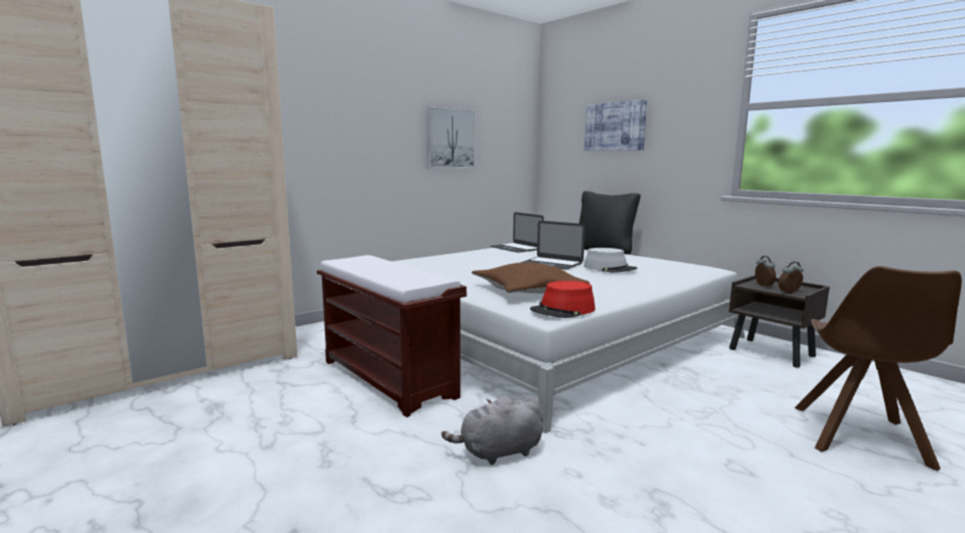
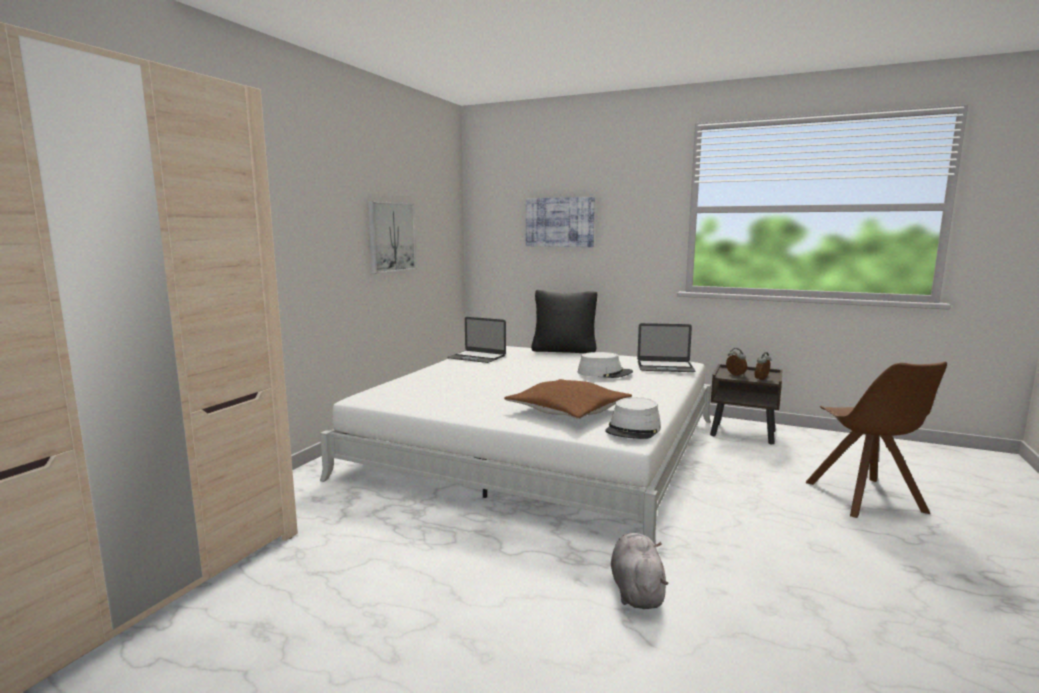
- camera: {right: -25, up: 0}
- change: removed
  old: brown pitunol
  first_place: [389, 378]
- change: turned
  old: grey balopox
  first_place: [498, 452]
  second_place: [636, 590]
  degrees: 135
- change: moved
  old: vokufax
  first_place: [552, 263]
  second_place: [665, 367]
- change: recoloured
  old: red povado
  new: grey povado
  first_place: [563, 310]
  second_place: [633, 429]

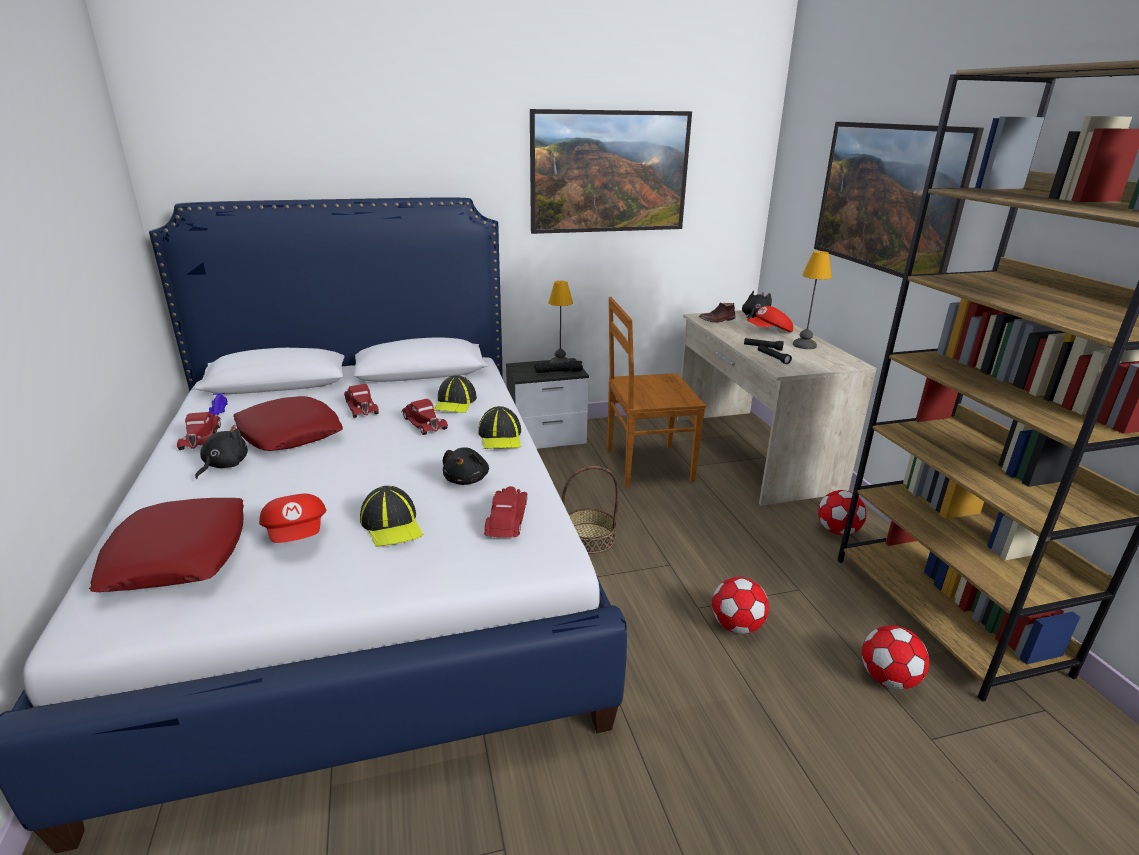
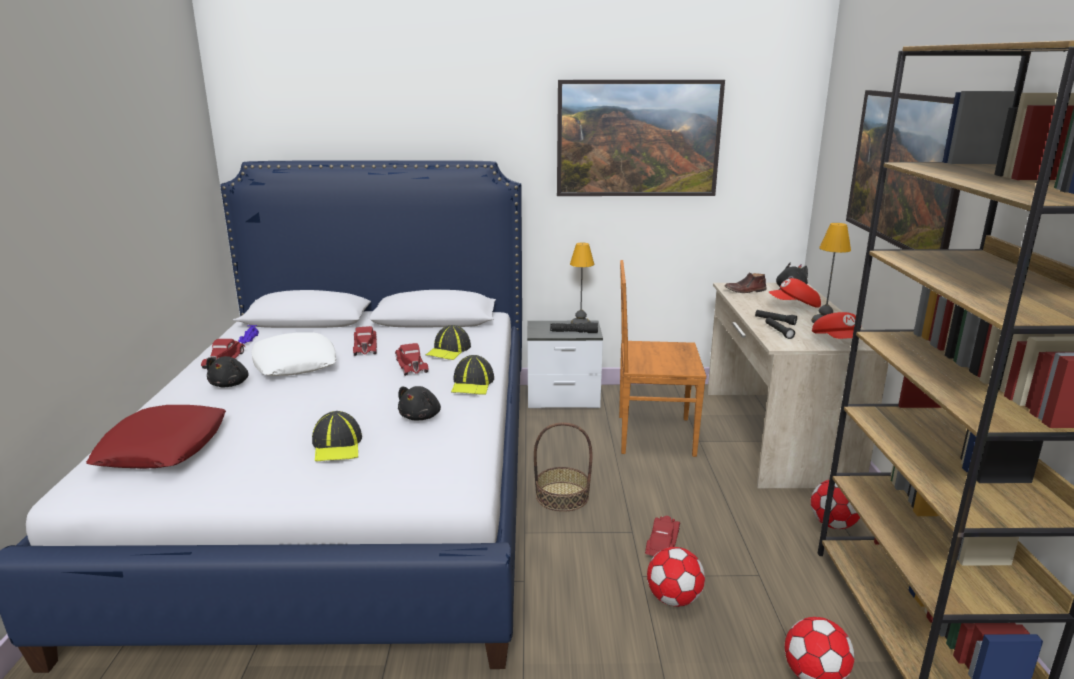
- camera: {right: 15, up: -5}
- change: turned
  old: black balopox
  first_place: [224, 465]
  second_place: [230, 384]
  degrees: 150
- change: recoloured
  old: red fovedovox
  new: white fovedovox
  first_place: [289, 433]
  second_place: [294, 363]
- change: moved
  old: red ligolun
  first_place: [297, 534]
  second_place: [837, 341]
- change: moved
  old: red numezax
  first_place: [506, 519]
  second_place: [662, 542]

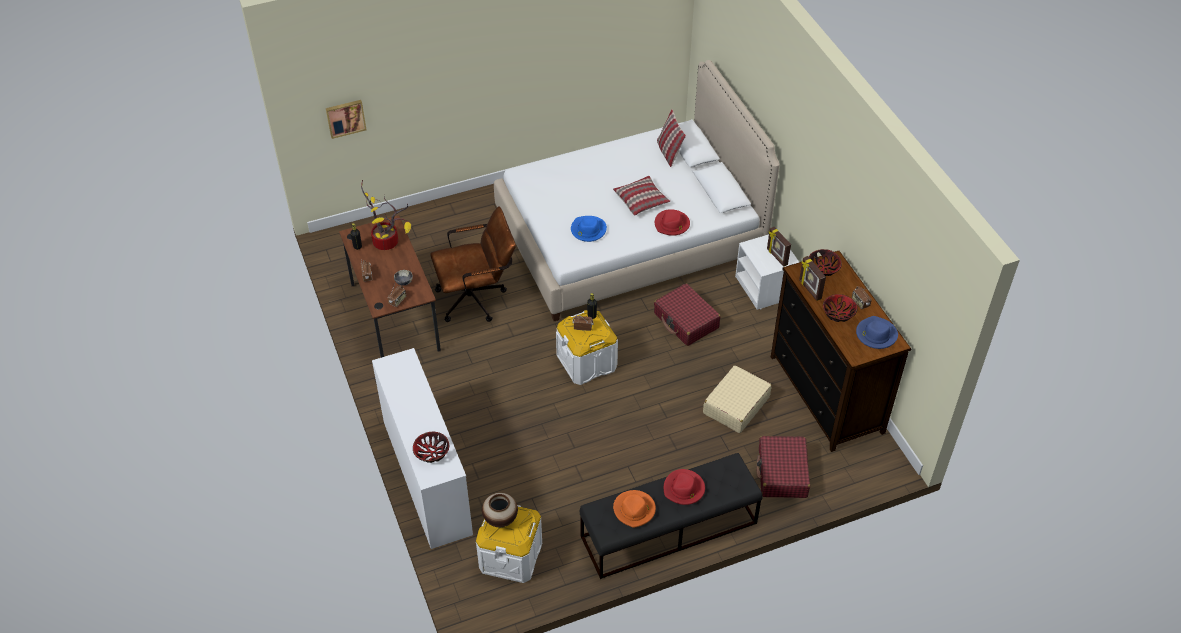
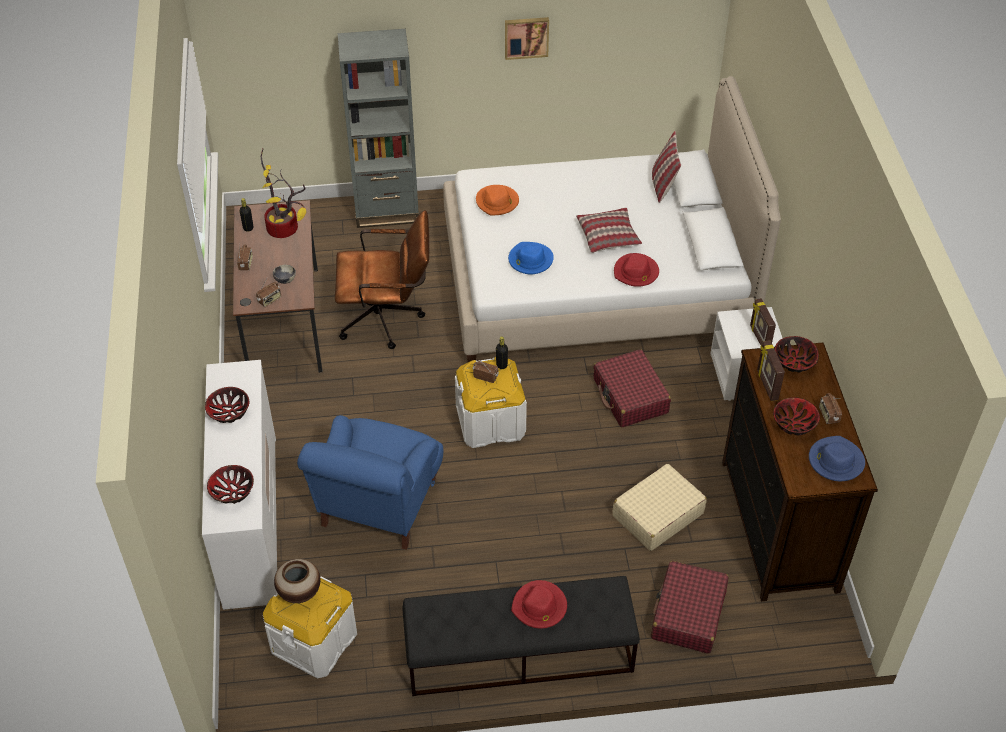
- camera: {right: 15, up: 0}
- change: moved
  old: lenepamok
  first_place: [345, 118]
  second_place: [526, 37]
- change: moved
  old: orange povado
  first_place: [634, 509]
  second_place: [497, 202]
- change: added
  new: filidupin
  second_place: [229, 412]
- change: added
  new: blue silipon
  second_place: [378, 506]
- change: added
  new: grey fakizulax
  second_place: [386, 211]

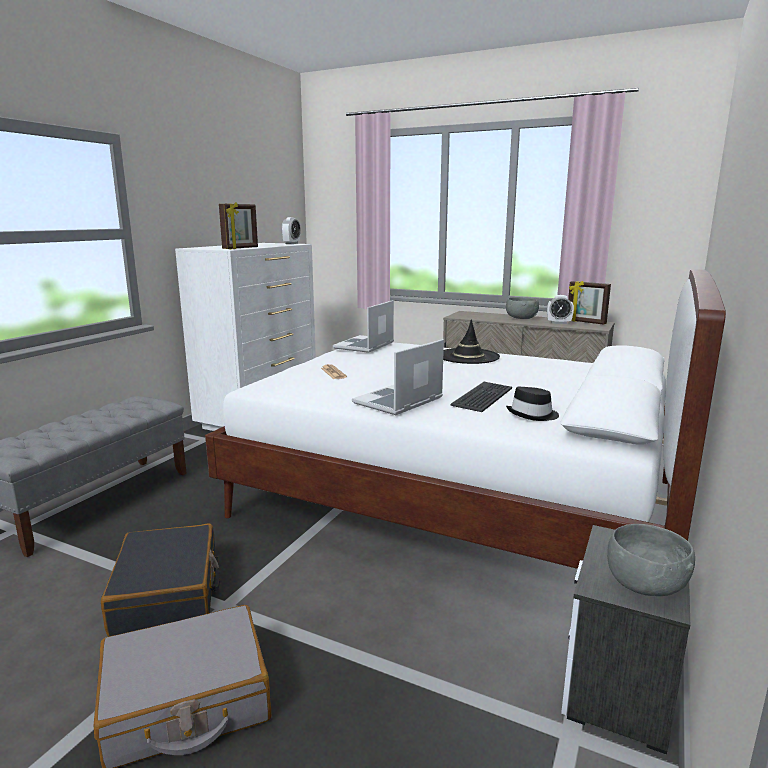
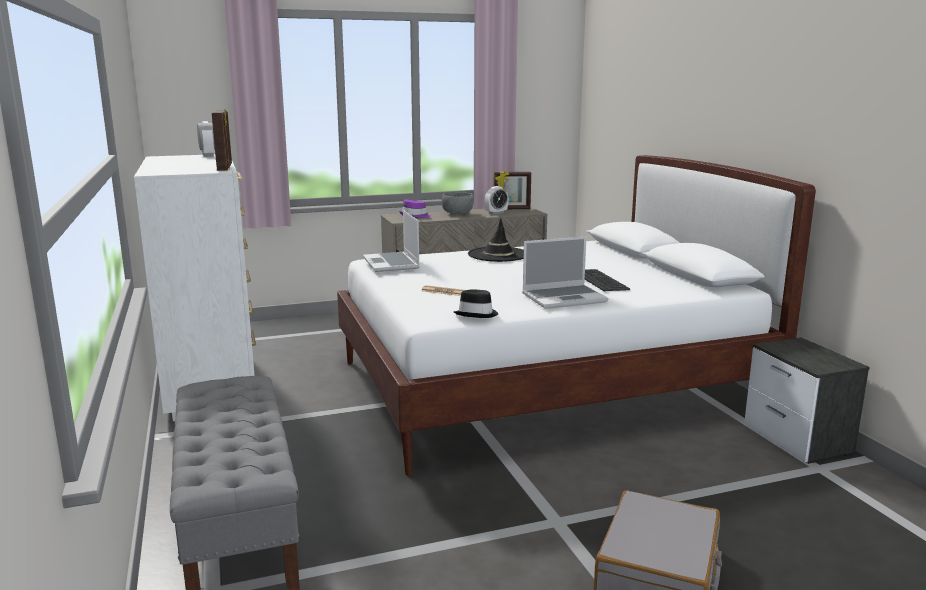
- camera: {right: -45, up: 0}
- change: removed
  old: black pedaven
  first_place: [168, 593]
- change: turned
  old: vokufax
  first_place: [398, 401]
  second_place: [564, 298]
  degrees: -105
- change: moved
  old: black povado
  first_place: [533, 415]
  second_place: [477, 314]
- change: removed
  old: grey filidupin
  first_place: [644, 585]
- change: added
  new: purple povado
  second_place: [415, 216]

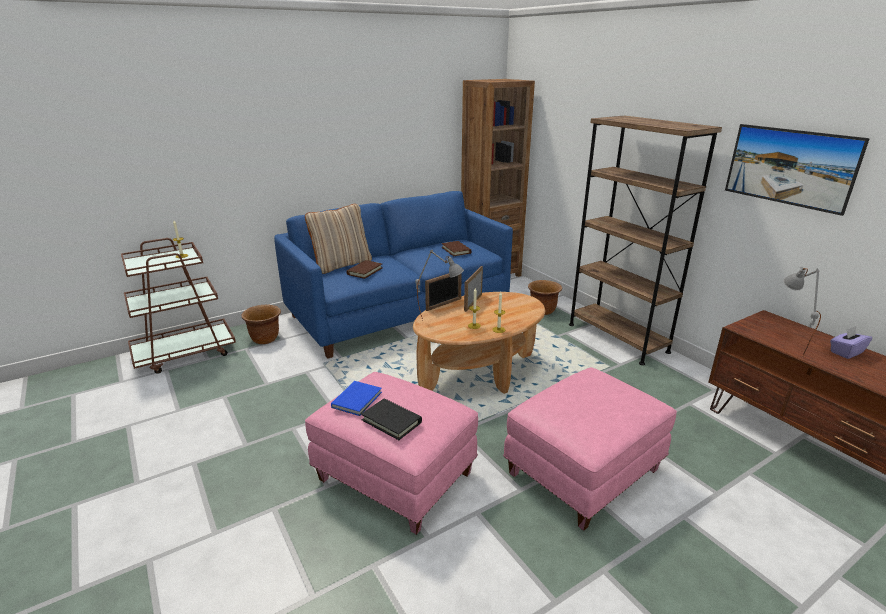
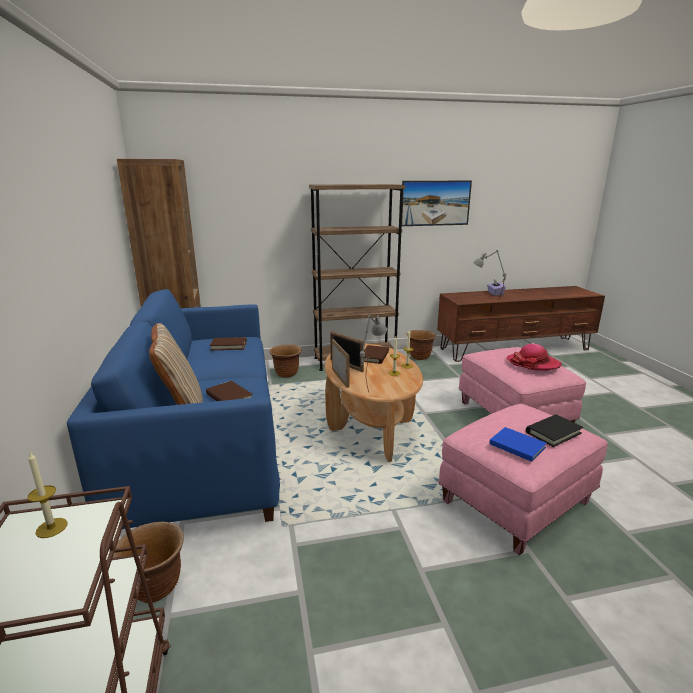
- camera: {right: -70, up: -5}
- change: added
  new: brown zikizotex
  second_place: [374, 356]
- change: added
  new: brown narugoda
  second_place: [419, 356]
- change: added
  new: povado
  second_place: [533, 363]

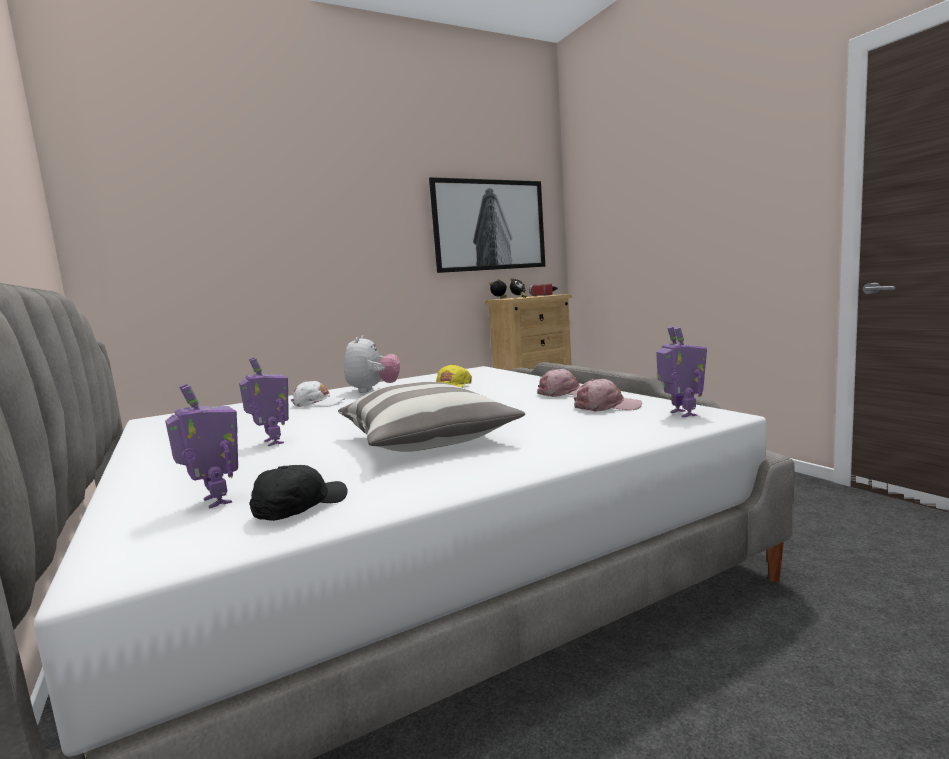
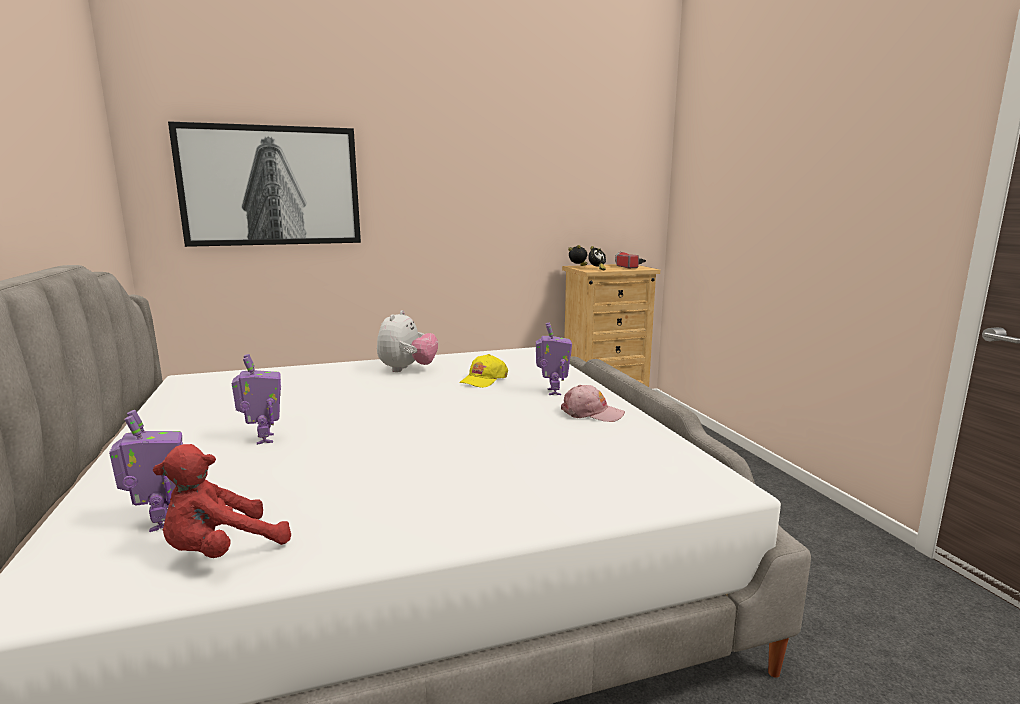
- camera: {right: 10, up: 5}
- change: replaced
  old: black ligolun
  new: red balopox
  first_place: [299, 508]
  second_place: [222, 551]
- change: removed
  old: white ligolun
  first_place: [318, 403]
- change: removed
  old: fovedovox
  first_place: [426, 440]
- change: moved
  old: lenepamok
  first_place: [489, 225]
  second_place: [271, 186]
- change: removed
  old: pink ligolun
  first_place: [607, 407]
- change: moved
  old: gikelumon
  first_place: [681, 414]
  second_place: [552, 392]

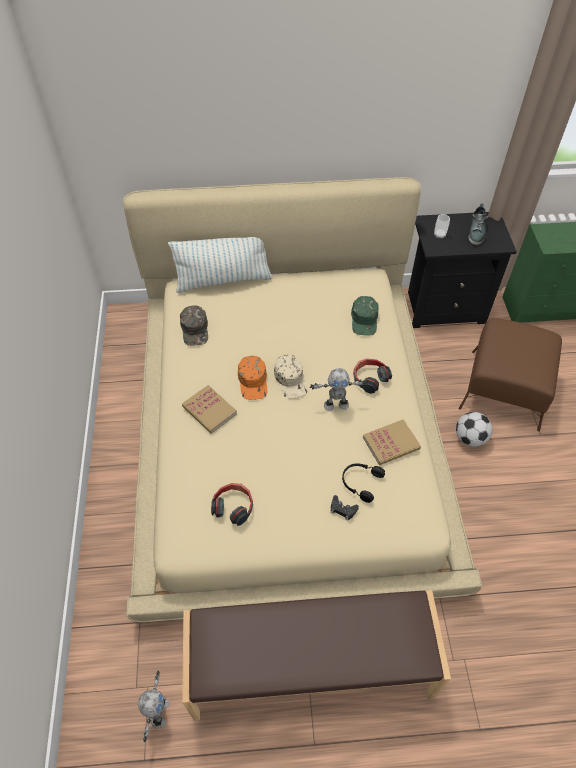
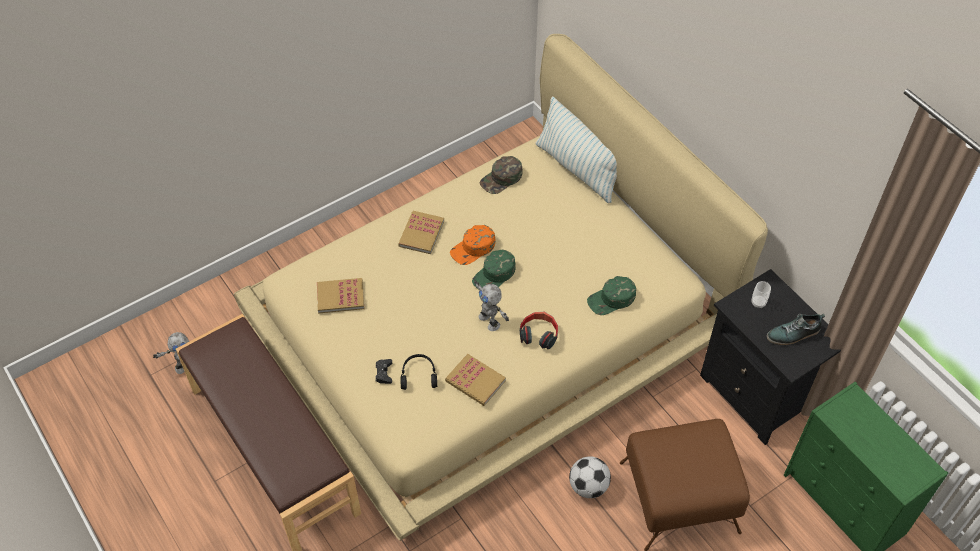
- camera: {right: 60, up: 0}
- change: replaced
  old: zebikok
  new: zikizotex
  first_place: [234, 506]
  second_place: [340, 297]
- change: recoloured
  old: beige ligolun
  new: green ligolun
  first_place: [291, 380]
  second_place: [494, 275]

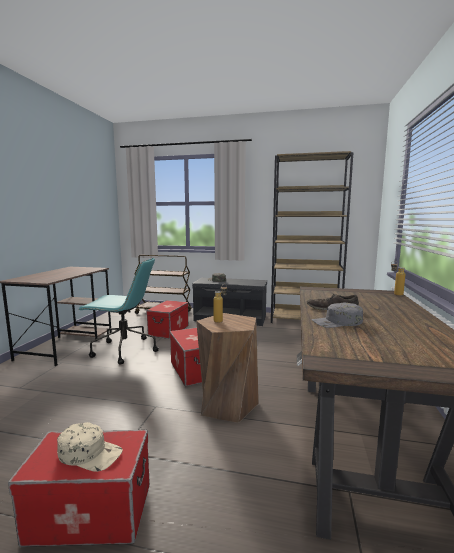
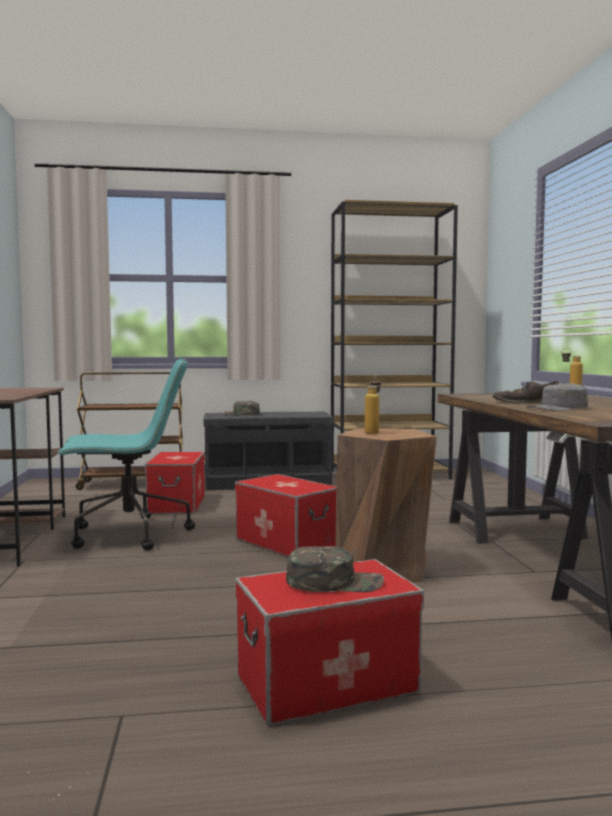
- camera: {right: -20, up: -5}
- change: recoloured
  old: beige ligolun
  new: green ligolun
  first_place: [90, 453]
  second_place: [334, 582]

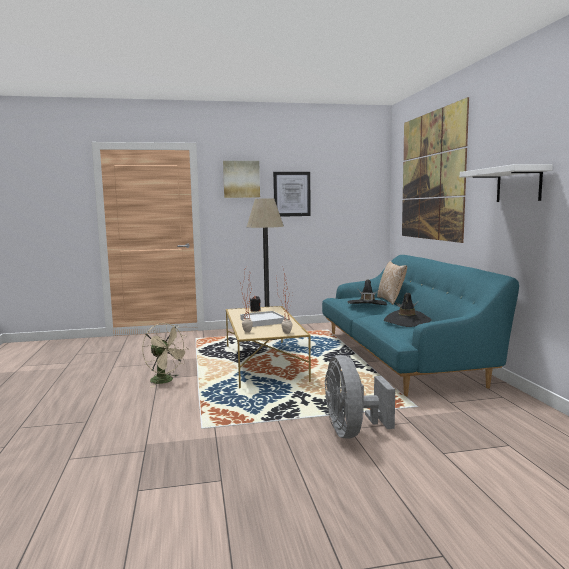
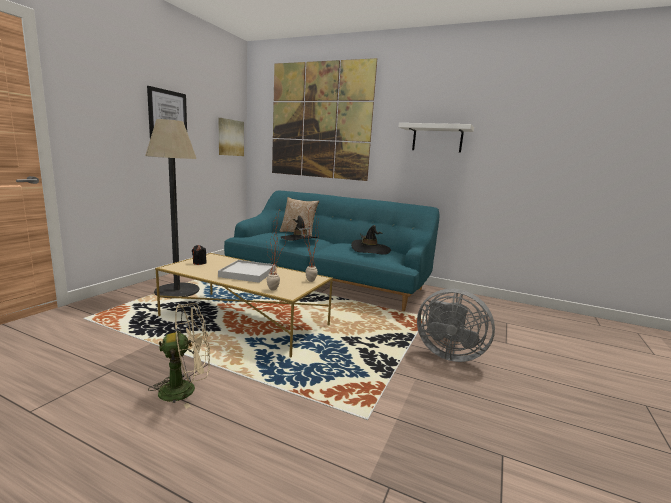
- camera: {right: -55, up: 5}
- change: moved
  old: lenepamok
  first_place: [241, 179]
  second_place: [230, 137]

